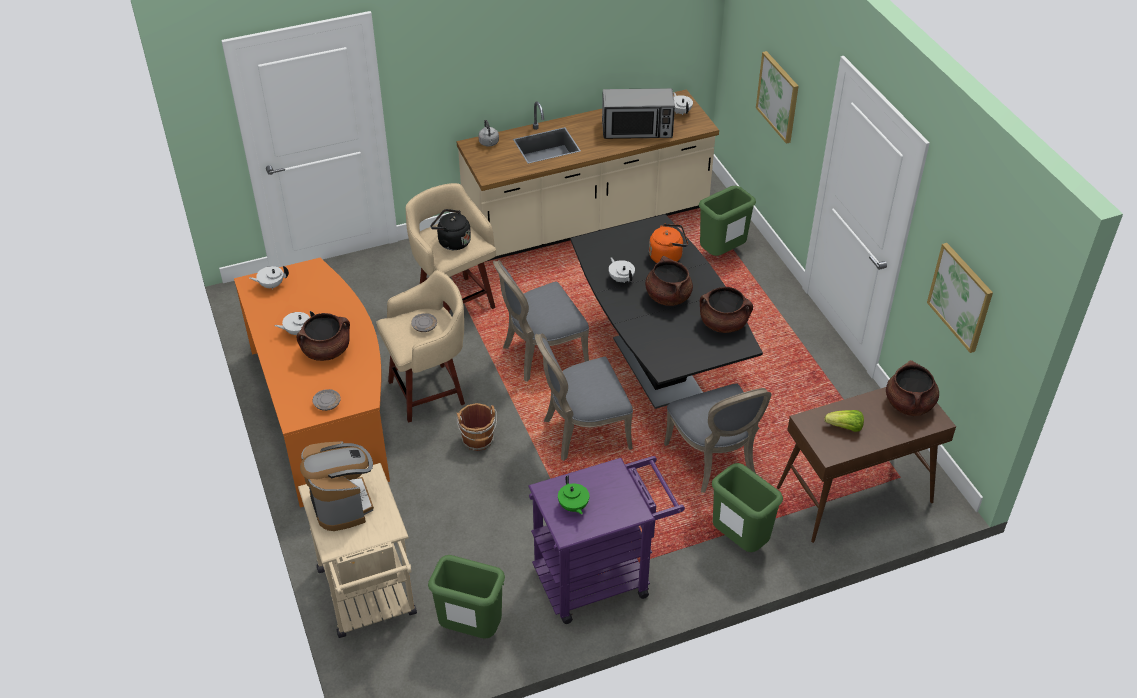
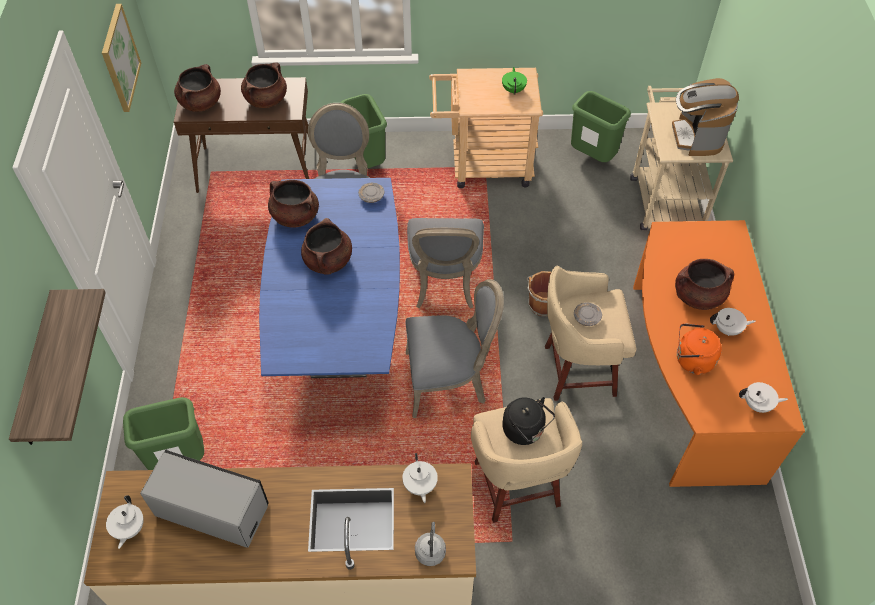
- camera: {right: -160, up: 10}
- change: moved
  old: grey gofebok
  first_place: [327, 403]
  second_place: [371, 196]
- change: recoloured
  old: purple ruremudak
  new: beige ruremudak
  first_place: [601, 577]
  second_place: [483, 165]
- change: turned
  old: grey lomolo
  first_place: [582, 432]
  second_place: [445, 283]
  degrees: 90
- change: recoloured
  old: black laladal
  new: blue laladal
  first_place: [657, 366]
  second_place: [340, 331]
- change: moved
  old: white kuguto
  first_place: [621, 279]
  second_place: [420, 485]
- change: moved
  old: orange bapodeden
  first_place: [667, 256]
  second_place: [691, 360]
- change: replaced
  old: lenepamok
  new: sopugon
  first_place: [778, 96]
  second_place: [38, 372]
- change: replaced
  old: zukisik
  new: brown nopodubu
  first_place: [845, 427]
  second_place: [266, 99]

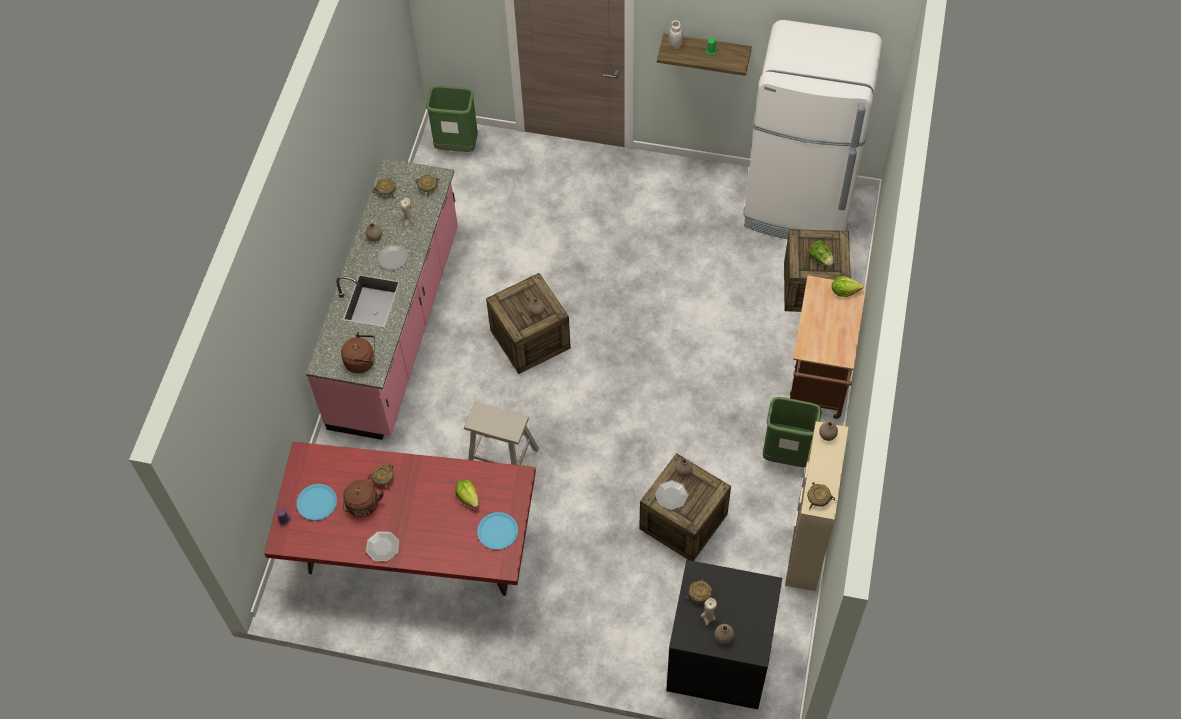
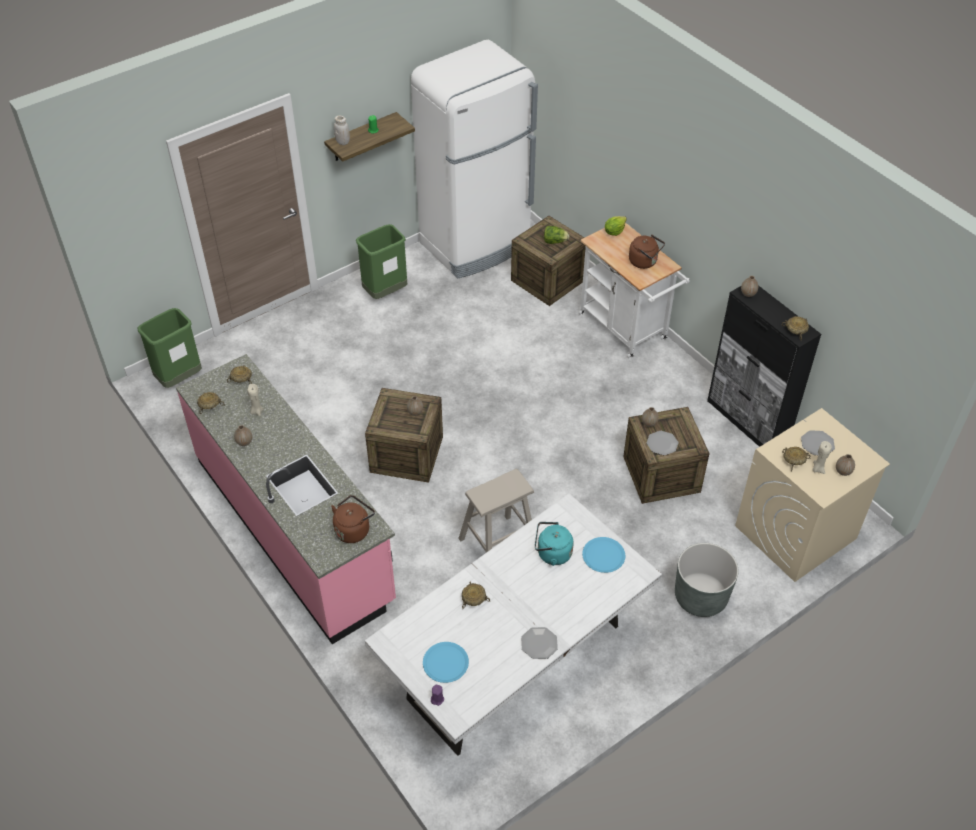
- camera: {right: -50, up: -10}
- change: recoloured
  old: red laladal
  new: white laladal
  first_place: [412, 552]
  second_place: [514, 663]
- change: moved
  old: brown bapodeden
  first_place: [363, 506]
  second_place: [644, 262]
- change: moved
  old: gofebok
  first_place: [392, 258]
  second_place: [817, 444]
- change: replaced
  old: zukisik
  new: turquoise bapodeden
  first_place: [468, 497]
  second_place: [552, 553]
- change: recoloured
  old: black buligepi
  new: beige buligepi
  first_place: [718, 659]
  second_place: [795, 532]
- change: moved
  old: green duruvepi
  first_place: [786, 455]
  second_place: [385, 292]
- change: recoloured
  old: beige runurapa
  new: black runurapa
  first_place: [806, 545]
  second_place: [747, 421]
- change: recoloured
  old: brown ruremudak
  new: white ruremudak
  first_place: [818, 384]
  second_place: [626, 329]
- change: added
  new: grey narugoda
  second_place: [700, 597]

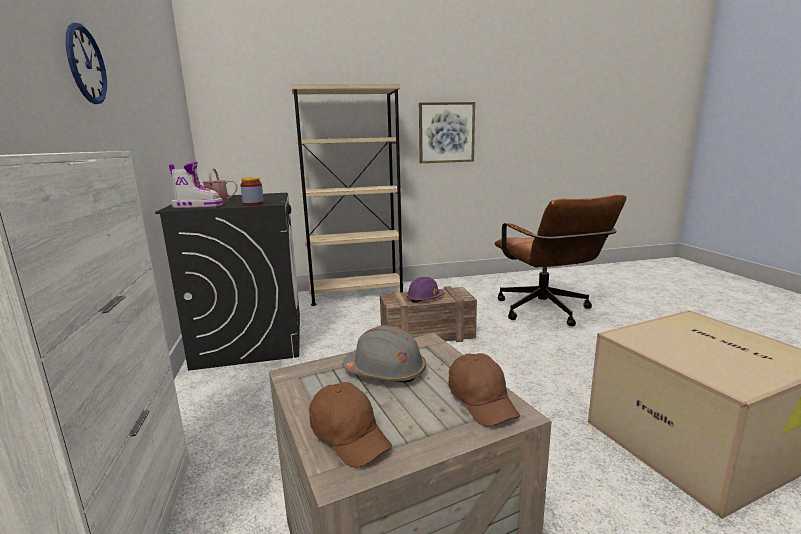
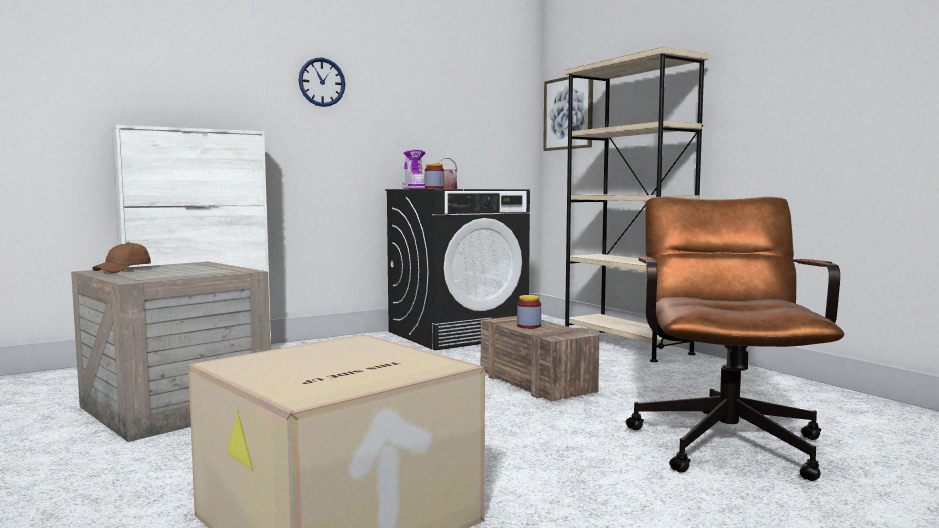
- camera: {right: 70, up: -10}
- change: removed
  old: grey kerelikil
  first_place: [385, 372]
- change: replaced
  old: purple kerelikil
  new: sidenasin
  first_place: [424, 298]
  second_place: [529, 326]
- change: moved
  old: lenepamok
  first_place: [446, 132]
  second_place: [568, 113]
- change: removed
  old: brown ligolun
  first_place: [482, 401]
- change: turned
  old: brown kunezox
  first_place: [547, 312]
  second_place: [724, 438]
  degrees: 135

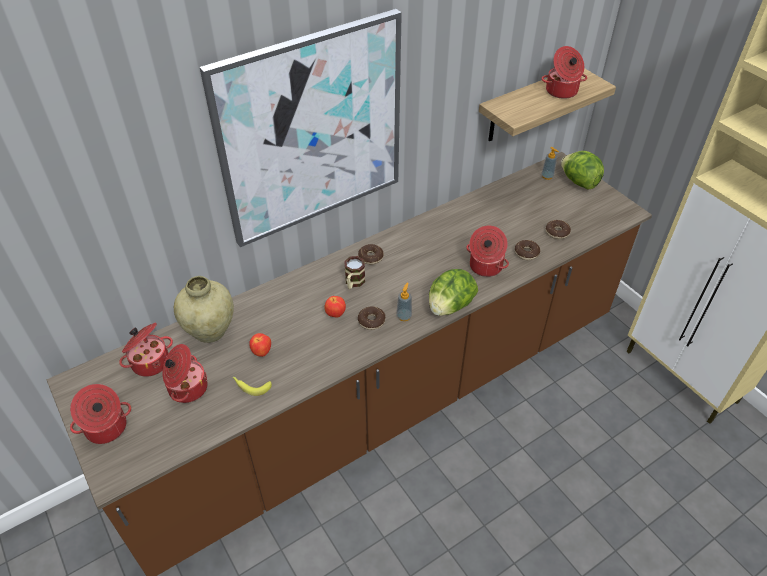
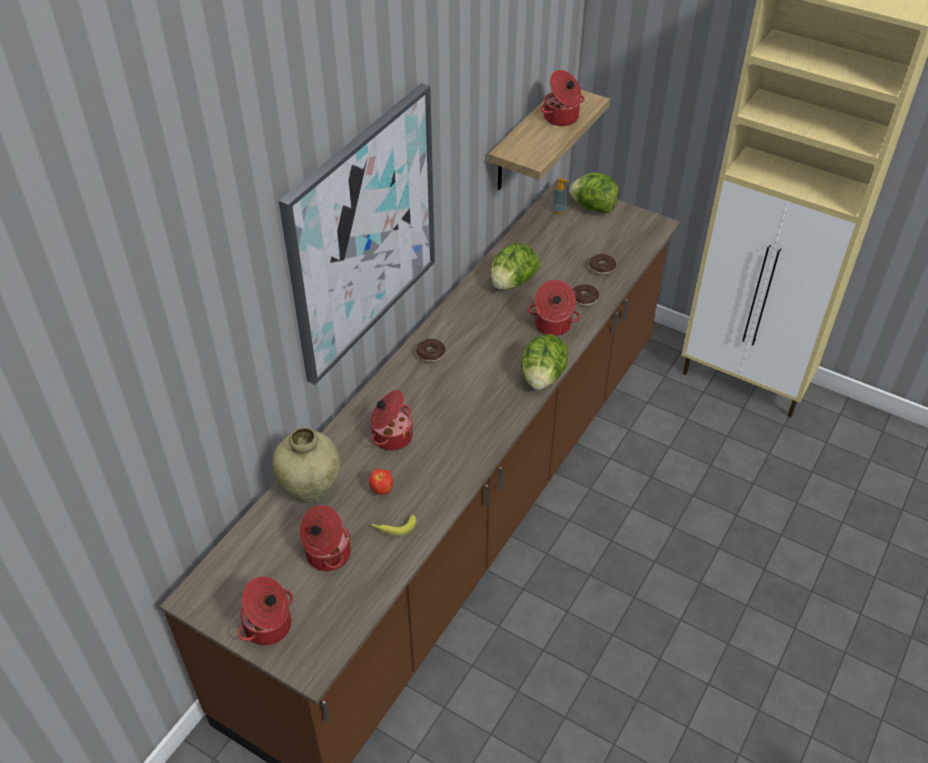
- camera: {right: -25, up: 0}
- change: moved
  old: nopodubu
  first_place: [150, 361]
  second_place: [391, 436]
- change: removed
  old: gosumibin
  first_place: [335, 314]
- change: removed
  old: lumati
  first_place: [353, 283]
- change: removed
  old: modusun
  first_place: [371, 321]
- change: removed
  old: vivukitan
  first_place: [404, 316]
- change: added
  new: zukisik
  second_place: [512, 283]

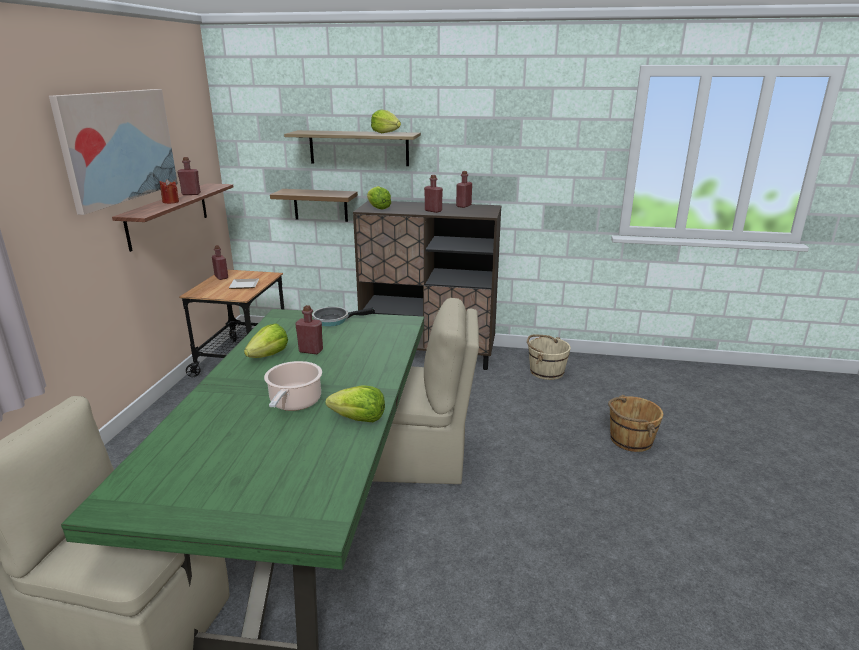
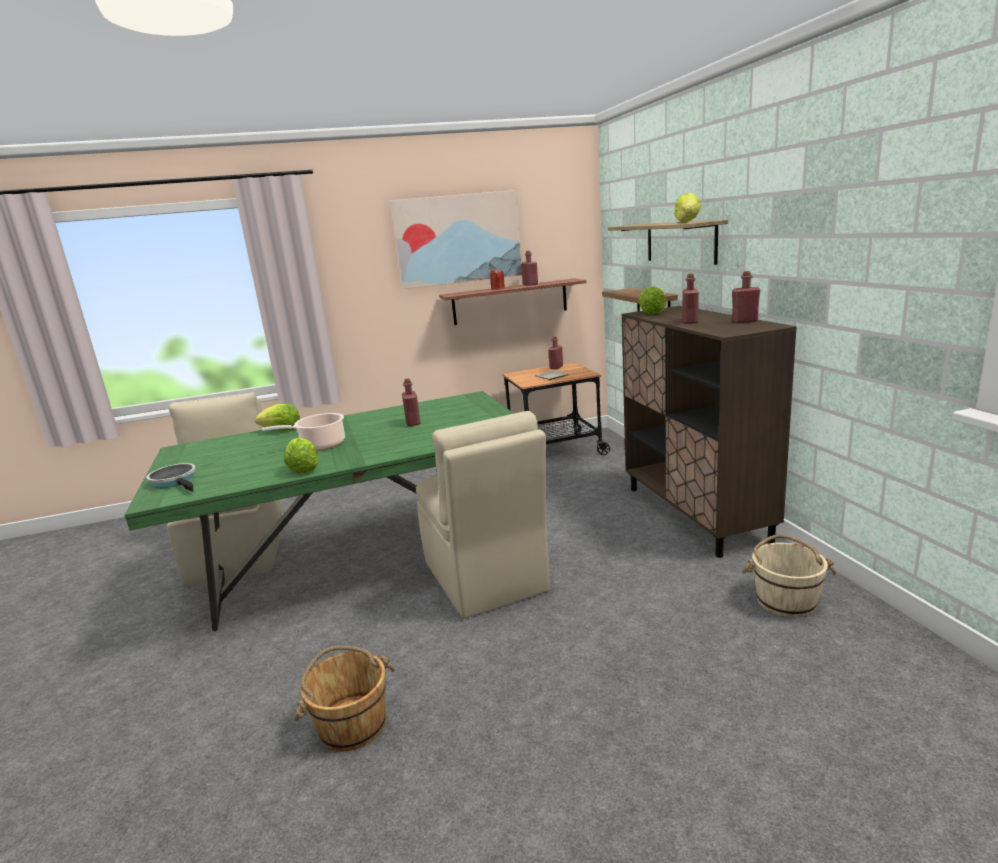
- camera: {right: 65, up: -5}
- change: moved
  old: zukisik
  first_place: [269, 355]
  second_place: [281, 430]
- change: moved
  old: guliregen
  first_place: [334, 320]
  second_place: [175, 481]
- change: moved
  old: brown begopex
  first_place: [630, 440]
  second_place: [352, 724]

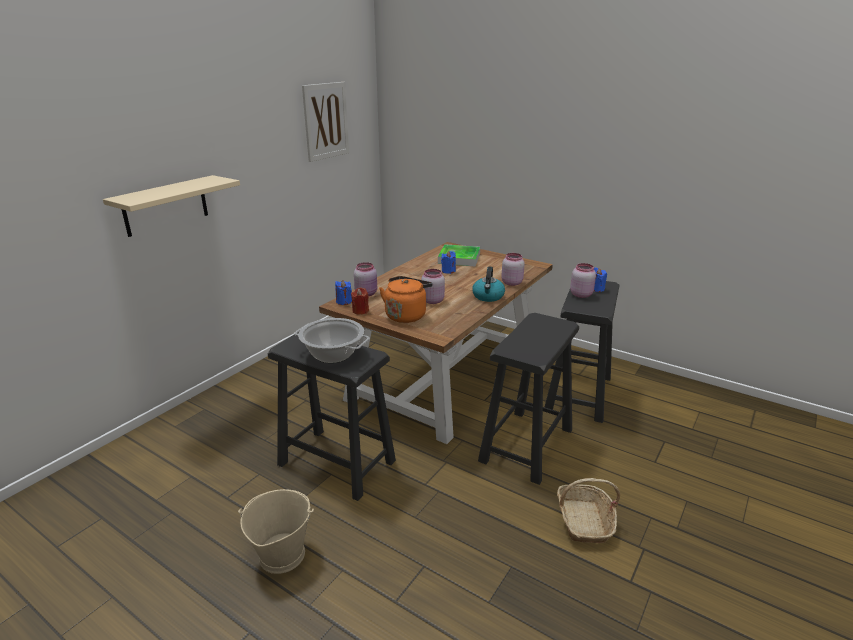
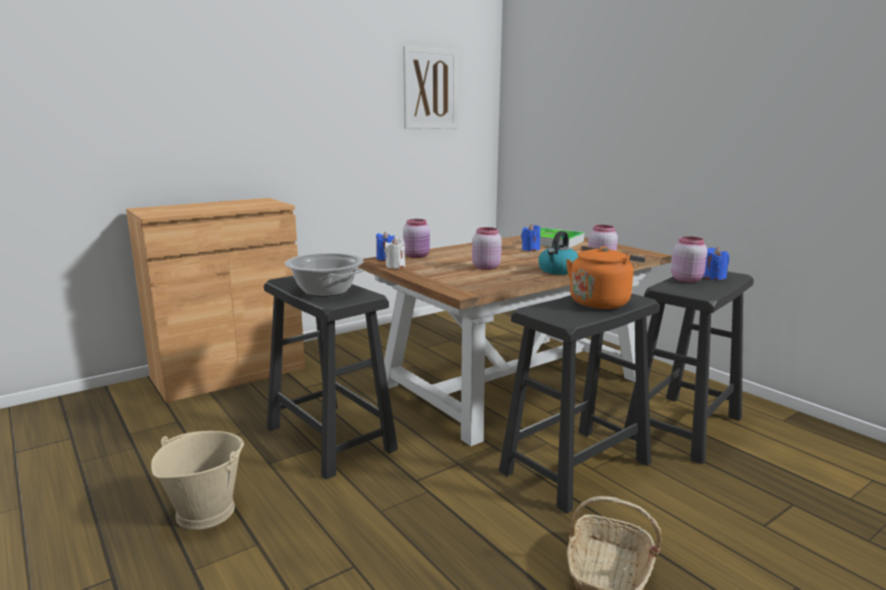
- camera: {right: 20, up: -10}
- change: removed
  old: beige sopugon
  first_place: [166, 205]
- change: recoloured
  old: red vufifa
  new: white vufifa
  first_place: [360, 311]
  second_place: [395, 266]
- change: moved
  old: orange bapodeden
  first_place: [406, 315]
  second_place: [601, 302]
- change: added
  new: brown runurapa
  second_place: [229, 373]

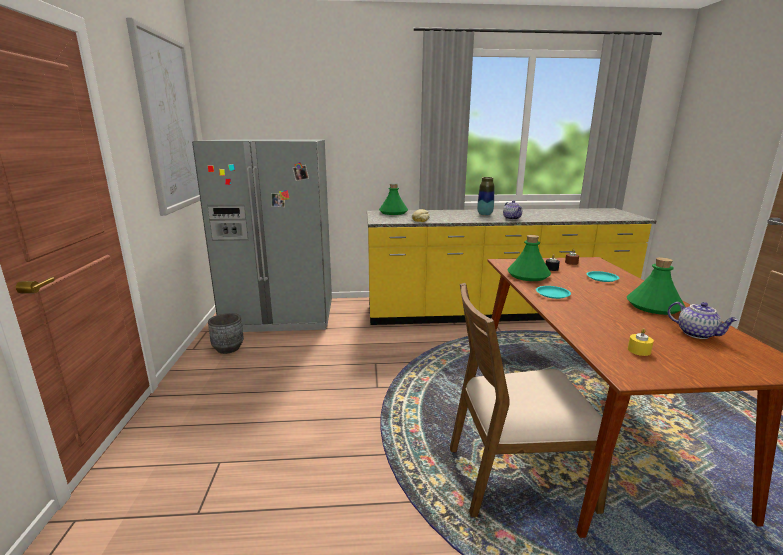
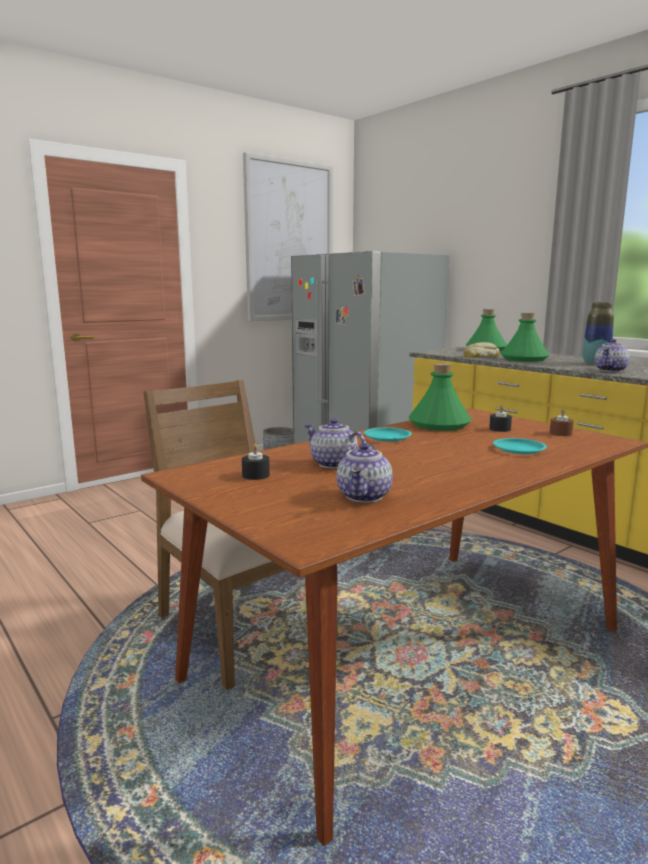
- camera: {right: 55, up: -5}
- change: moved
  old: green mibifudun
  first_place: [654, 306]
  second_place: [524, 359]
- change: recoloured
  old: yellow vufifa
  new: black vufifa
  first_place: [639, 350]
  second_place: [256, 475]
- change: added
  new: kuguto
  second_place: [332, 464]

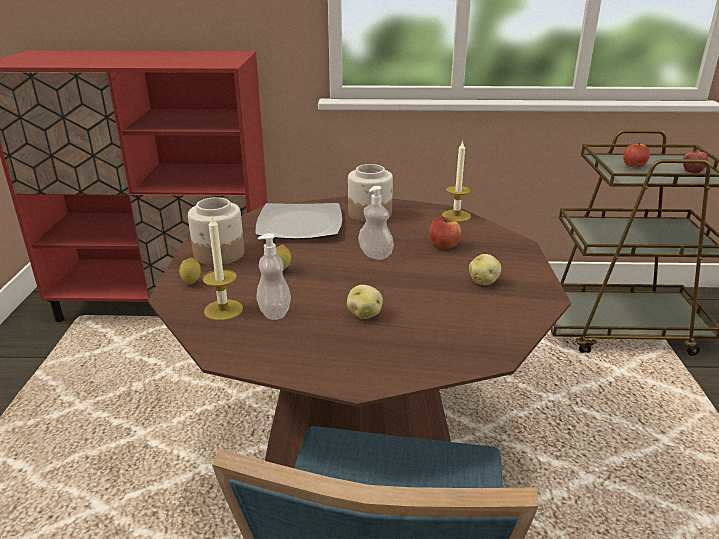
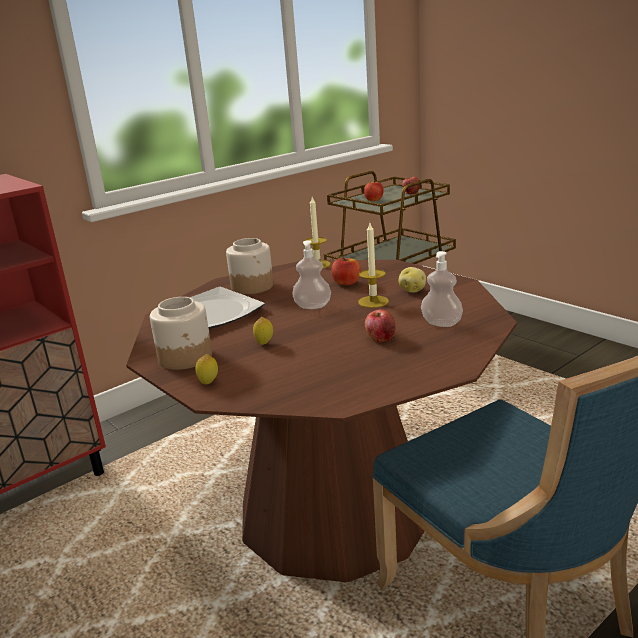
- camera: {right: -40, up: -5}
- change: moved
  old: vufifa
  first_place: [223, 310]
  second_place: [373, 302]
- change: moved
  old: vivukitan
  first_place: [274, 312]
  second_place: [441, 323]
- change: replaced
  old: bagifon
  new: gosumibin
  first_place: [365, 314]
  second_place: [380, 337]

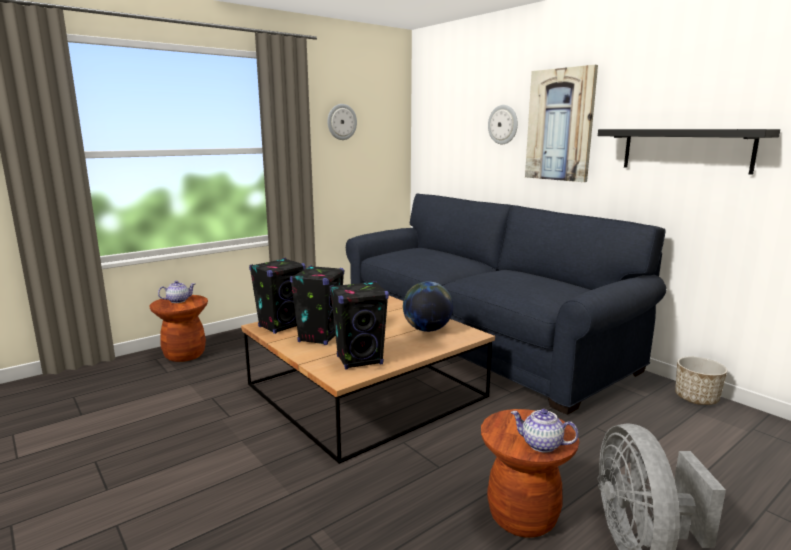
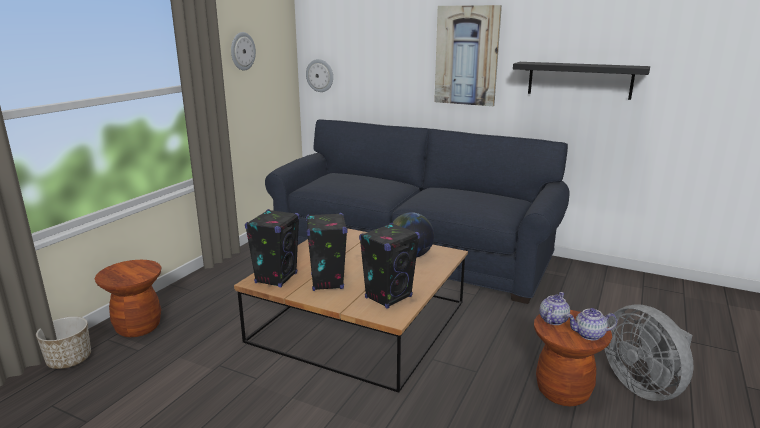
- camera: {right: -25, up: 5}
- change: moved
  old: kuguto
  first_place: [178, 300]
  second_place: [553, 320]
- change: moved
  old: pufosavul
  first_place: [503, 124]
  second_place: [320, 75]
- change: moved
  old: narugoda
  first_place: [696, 398]
  second_place: [69, 360]

